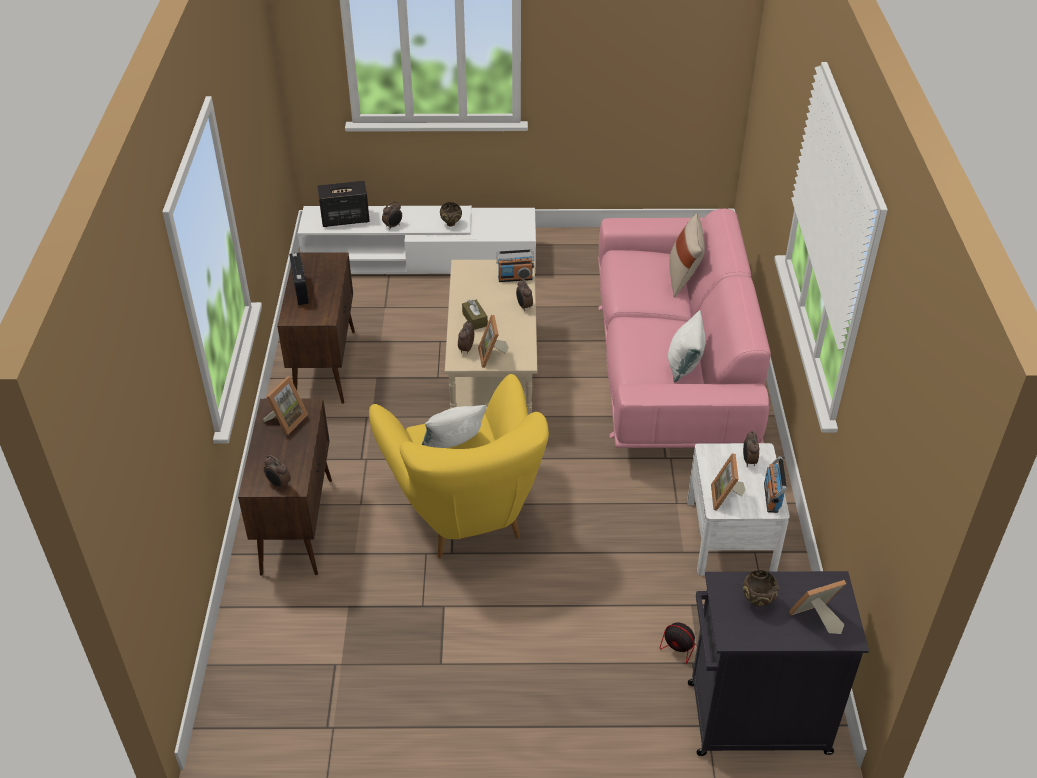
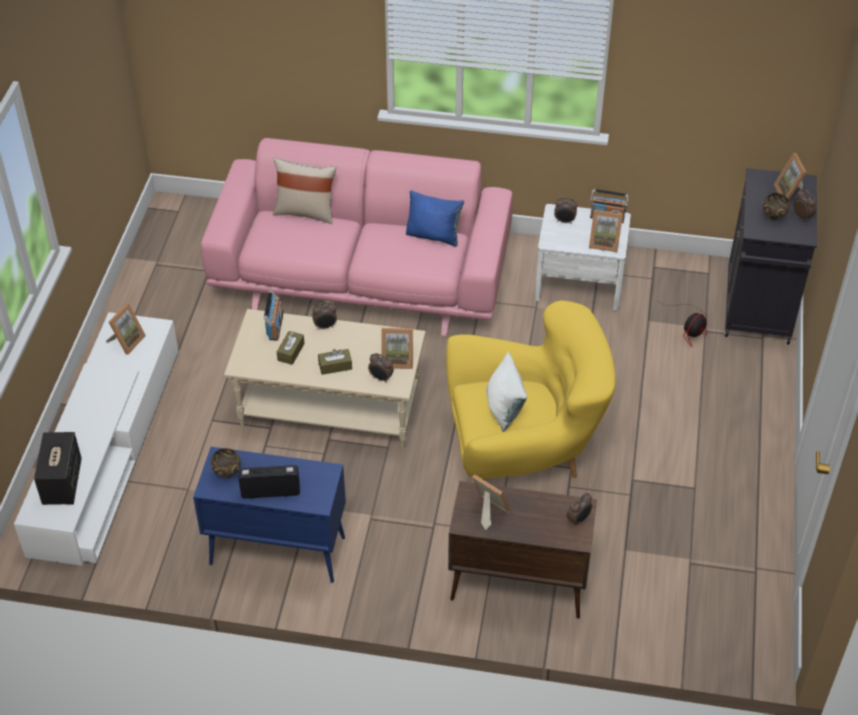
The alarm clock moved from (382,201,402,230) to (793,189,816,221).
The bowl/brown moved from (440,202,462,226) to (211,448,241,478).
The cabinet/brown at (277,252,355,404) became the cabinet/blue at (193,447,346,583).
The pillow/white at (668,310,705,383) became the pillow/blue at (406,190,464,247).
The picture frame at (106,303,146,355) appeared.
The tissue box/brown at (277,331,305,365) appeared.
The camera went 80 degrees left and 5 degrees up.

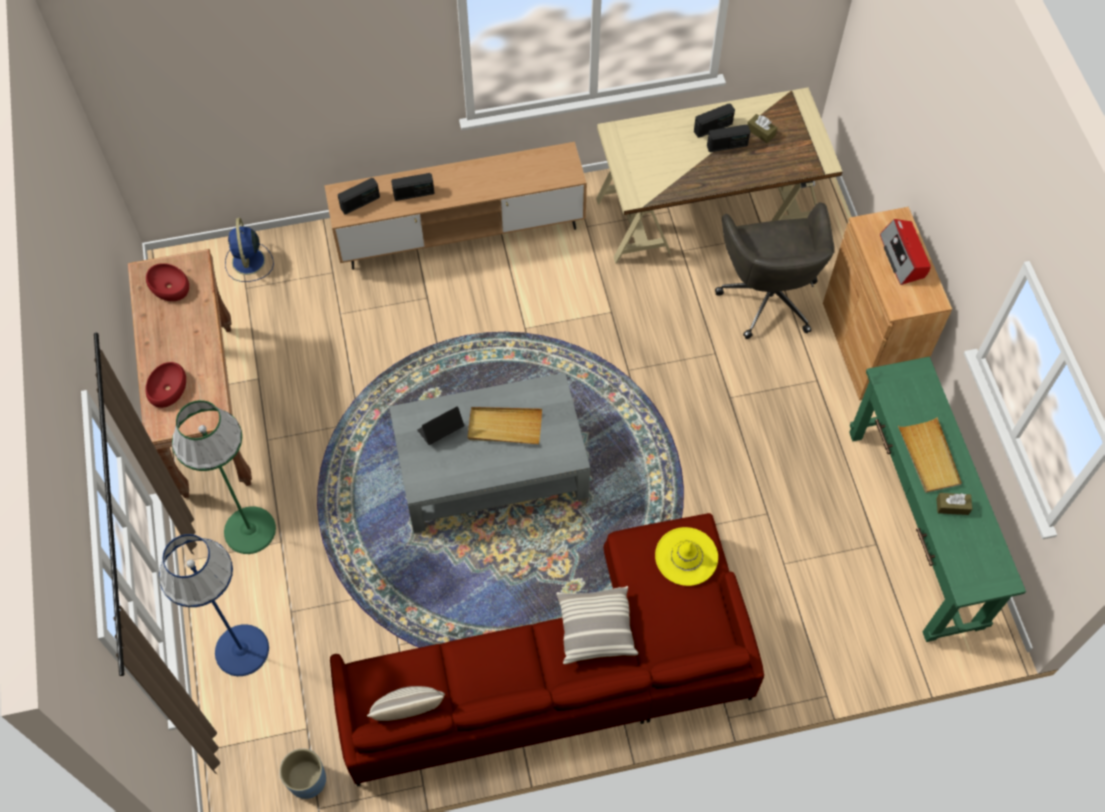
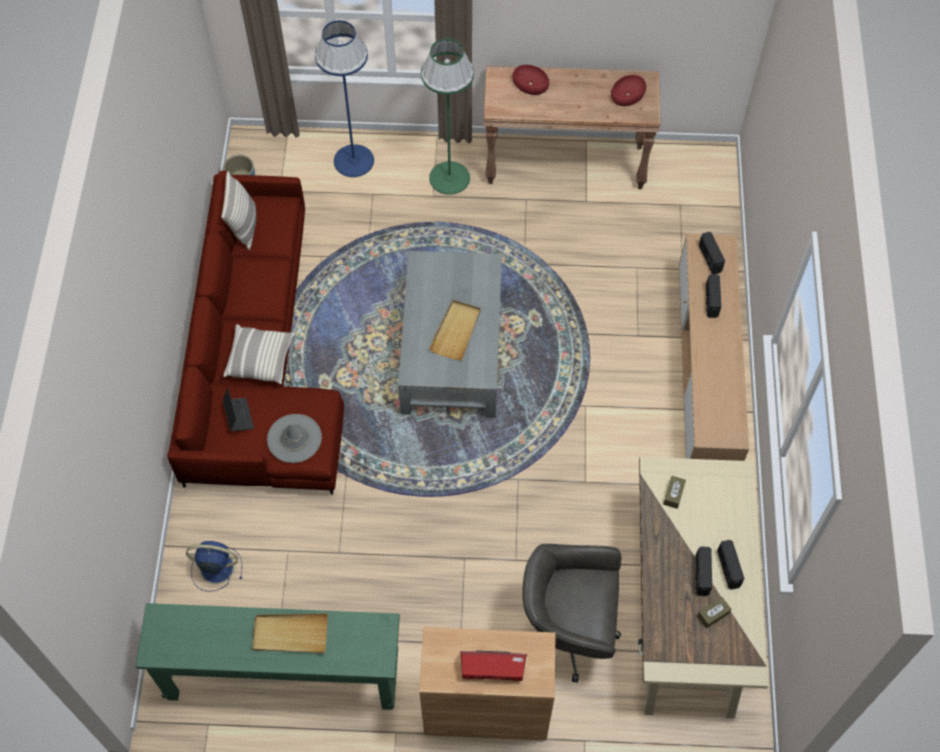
The fan/blue moved from (225,218,274,282) to (186,541,242,592).
The laptop moved from (417,406,464,445) to (222,387,254,431).
The tissue box/brown moved from (936,493,972,515) to (663,476,686,509).
The hat/yellow at (655,527,718,586) became the hat/grey at (267,414,322,463).
The camera went 105 degrees right and 0 degrees up.

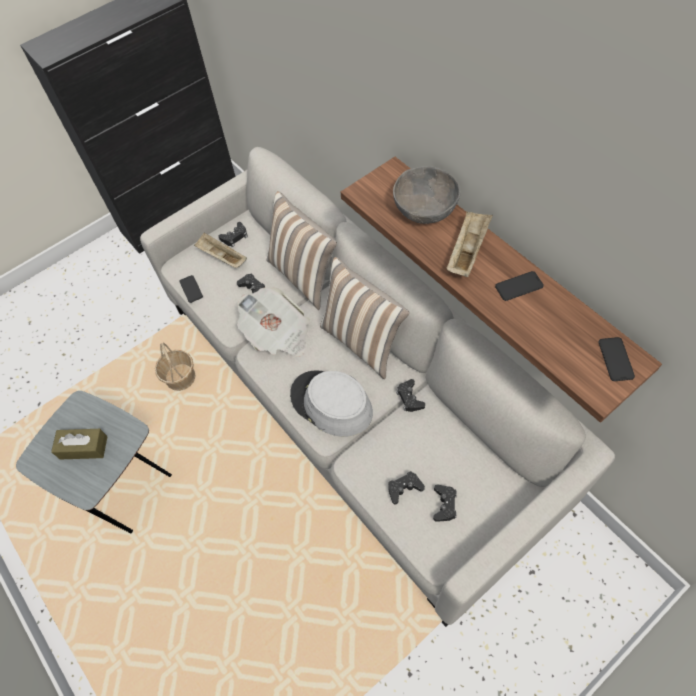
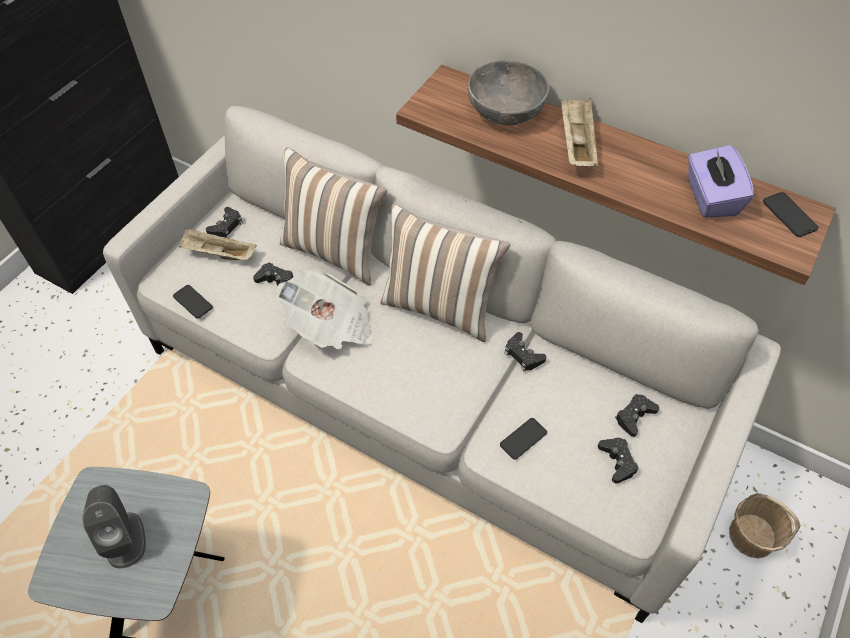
The phone moved from (495,271,544,301) to (500,418,547,460).
The basket moved from (155,342,196,391) to (729,493,801,558).
The hat/grey at (290,370,373,437) disappeared.
The tissue box/brown at (51,429,108,459) was replaced by the speaker/grey at (82,485,146,569).
The game controller/black moved from (388,471,425,504) to (615,394,659,437).
The tissue box/purple at (688,145,754,218) appeared.
The camera went 25 degrees left and 5 degrees down.

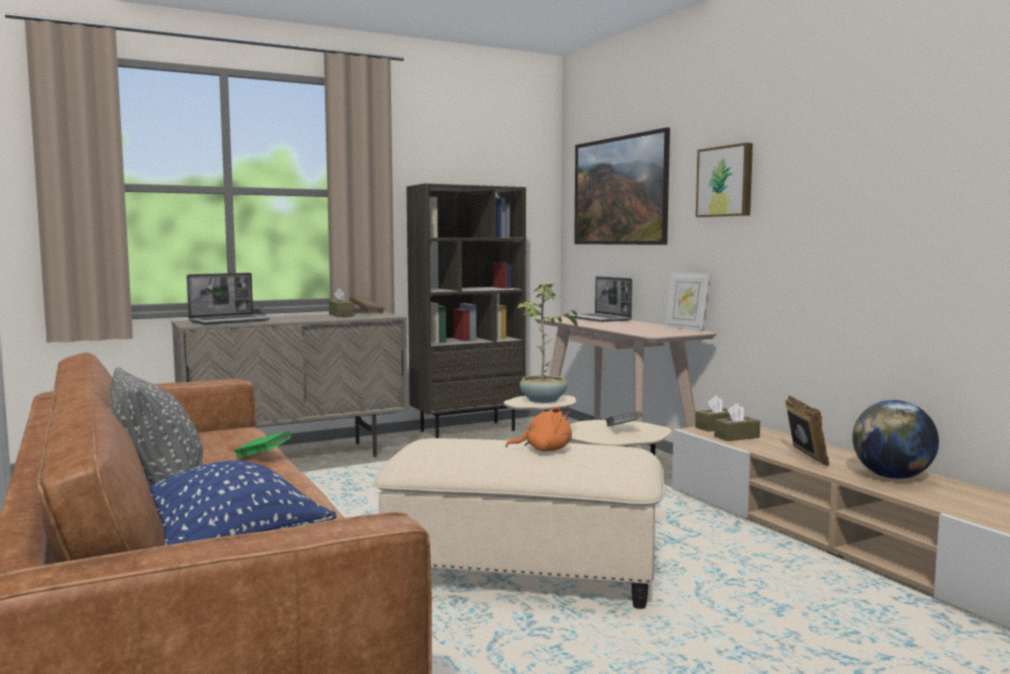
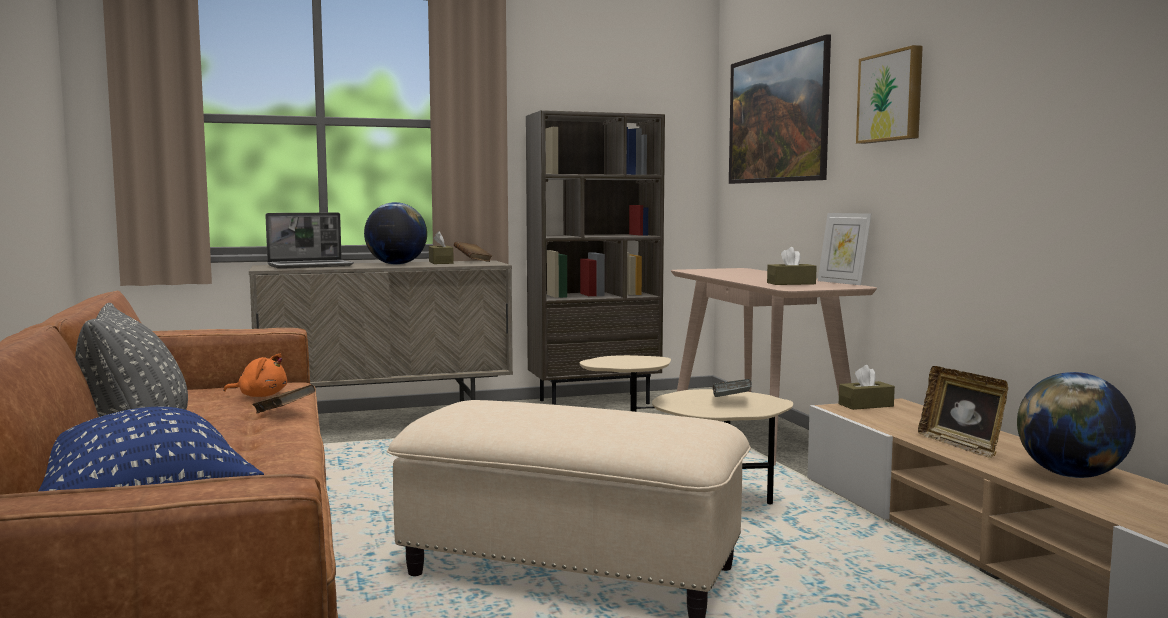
The laptop at (569,276,632,322) disappeared.
The potted plant at (517,282,583,403) disappeared.
The picture frame at (786,395,829,466) turned 150 degrees clockwise.
The tissue box/brown moved from (714,403,760,441) to (767,247,817,285).
The plush toy/orange moved from (506,406,572,452) to (224,354,287,397).
The book/green at (234,431,291,458) became the book/brown at (252,384,315,413).
The globe at (364,202,427,265) appeared.
The camera went 10 degrees right and 0 degrees up.

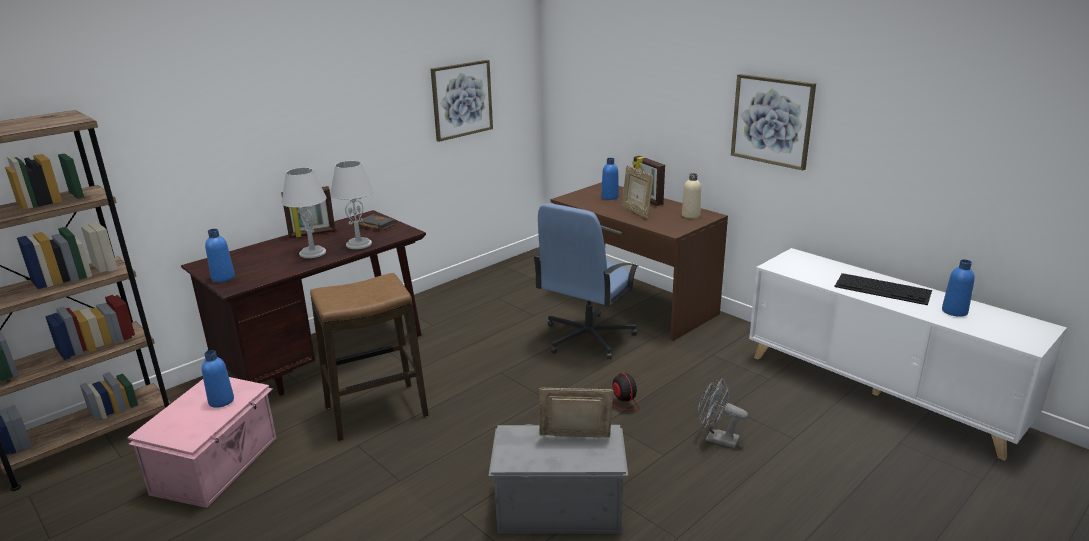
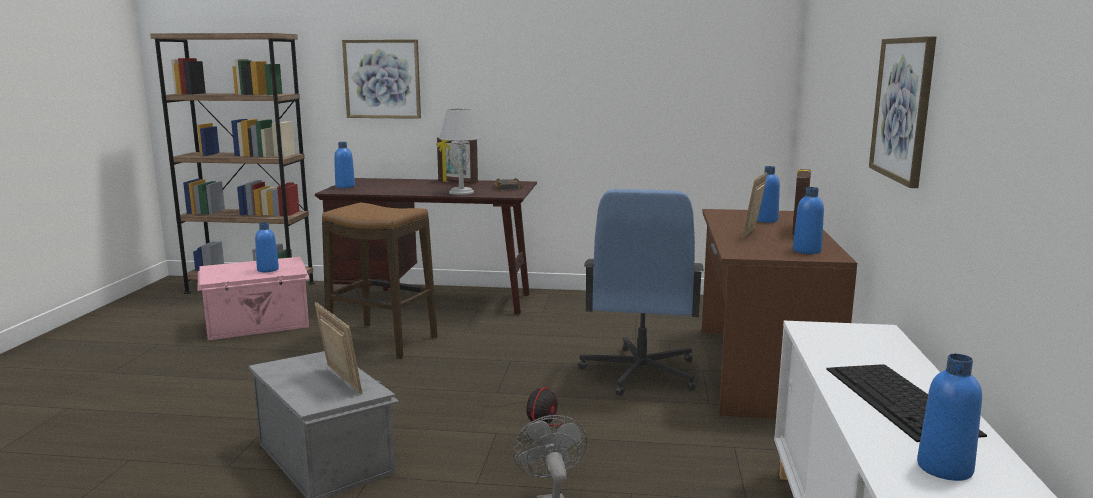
The picture moved from (431,60,493,142) to (342,40,421,119).
The table lamp/grey at (282,167,327,258) disappeared.
The bottle/beige at (682,173,701,218) became the bottle/blue at (793,187,824,254).
The office chair/blue at (533,203,638,359) turned 75 degrees counterclockwise.
The camera went 50 degrees right and 10 degrees down.

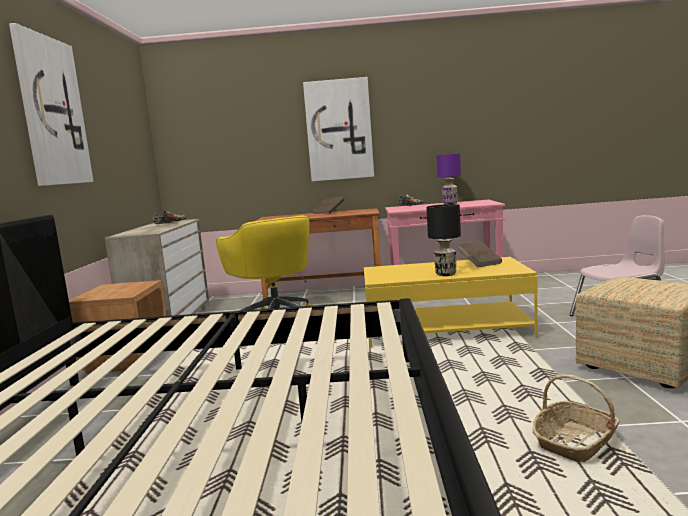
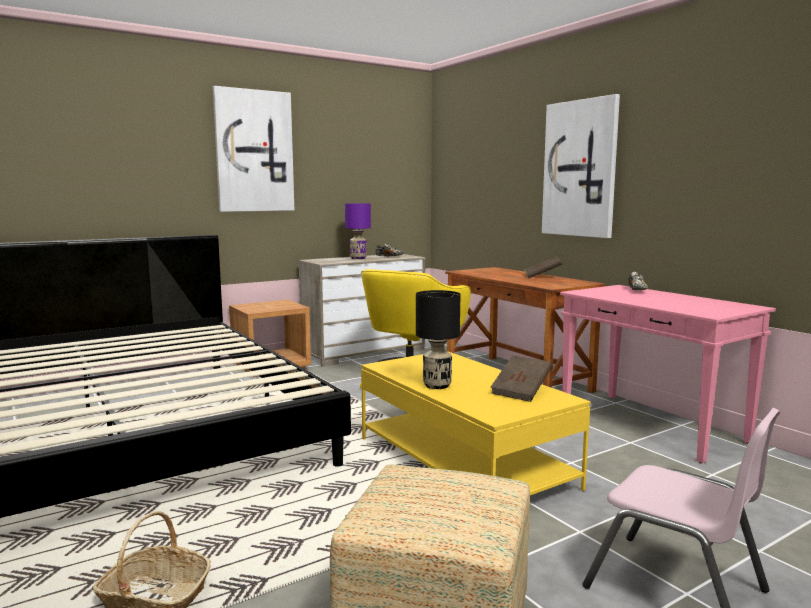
The table lamp/purple moved from (437,153,461,204) to (345,203,371,259).
The camera went 55 degrees right and 0 degrees up.

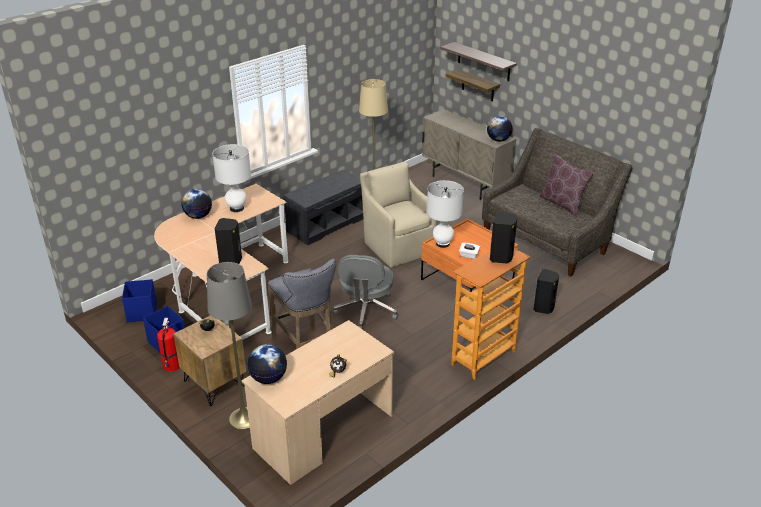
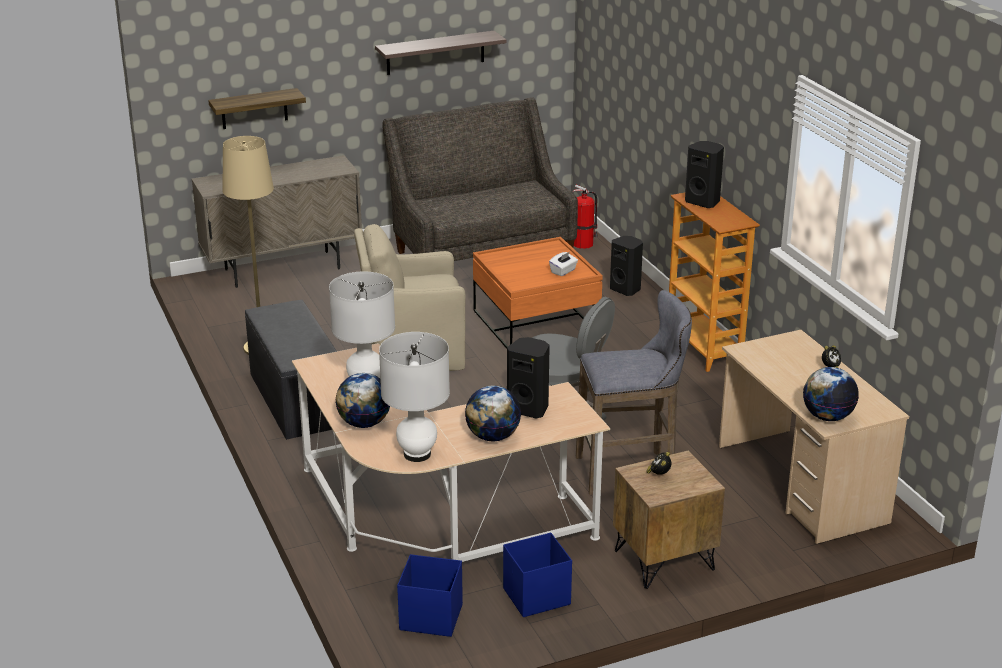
The shelf moved from (440,42,517,81) to (375,31,506,75).
The globe moved from (487,116,512,142) to (465,386,521,441).
The pillow/brown at (539,155,594,217) disappeared.
The table lamp/white moved from (427,180,464,248) to (379,332,450,462).
The floor lamp/grey at (207,262,252,430) disappeared.
The fire extinguisher moved from (157,318,180,371) to (573,185,598,249).
The camera went 70 degrees left and 5 degrees down.

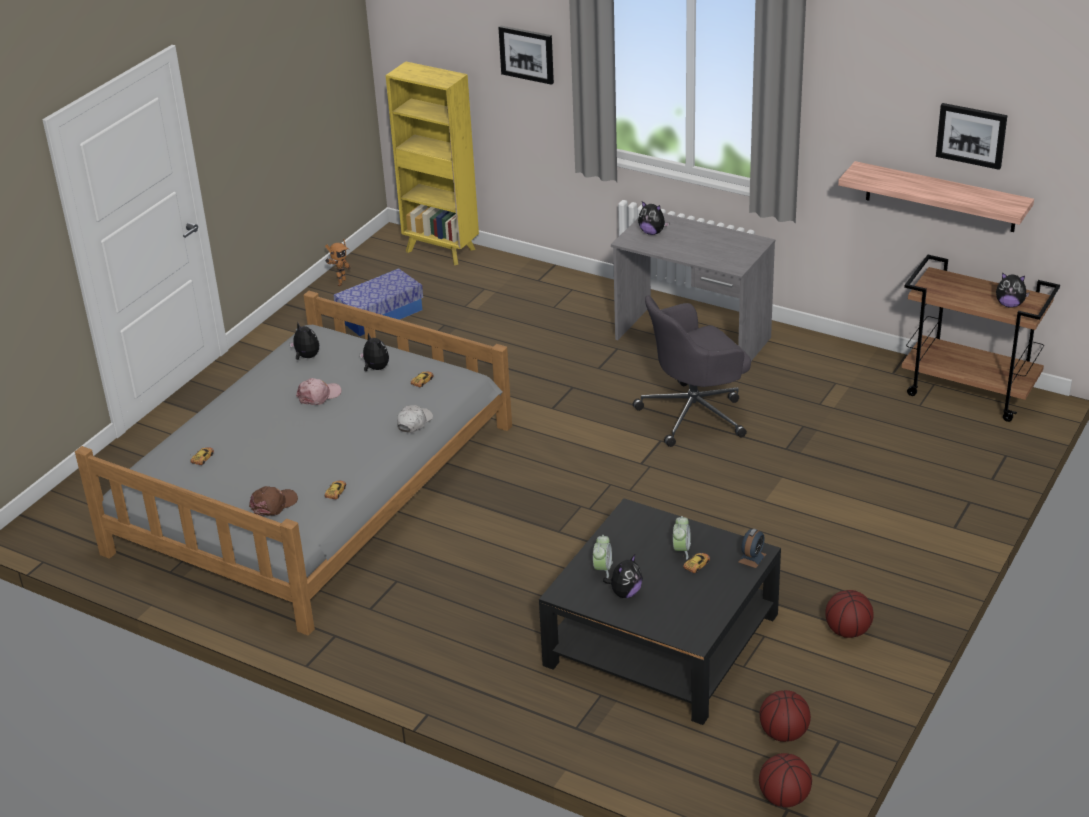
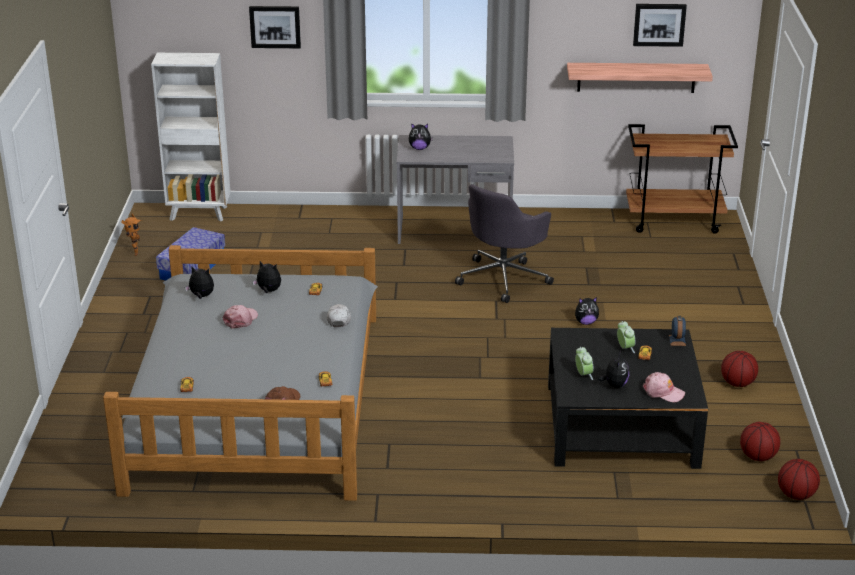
The bookcase/yellow at (386,62,479,265) became the bookcase/white at (151,53,231,221).
The plush toy moved from (996,272,1030,308) to (575,297,599,325).
The cap/pink at (643,372,685,402) appeared.
The camera went 30 degrees left and 5 degrees down.

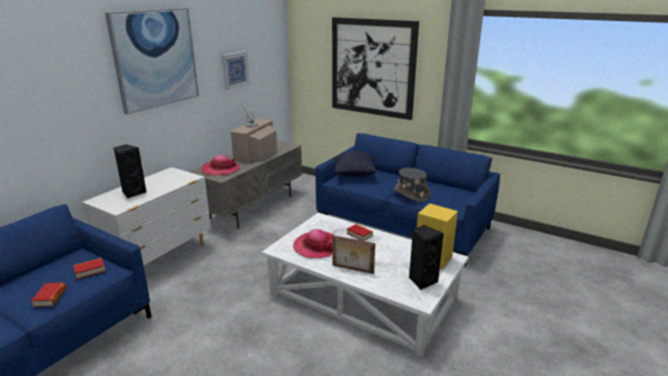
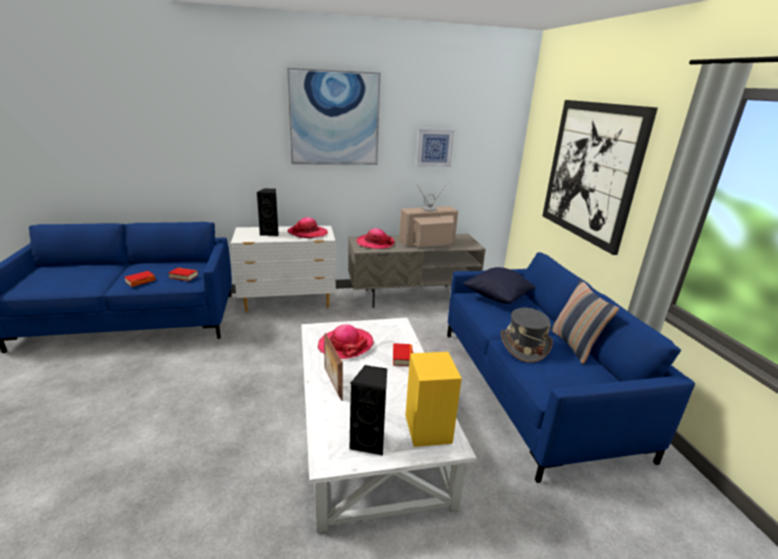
The hat at (288,217,328,238) appeared.
The pillow at (550,279,619,364) appeared.
The camera went 45 degrees right and 0 degrees up.

